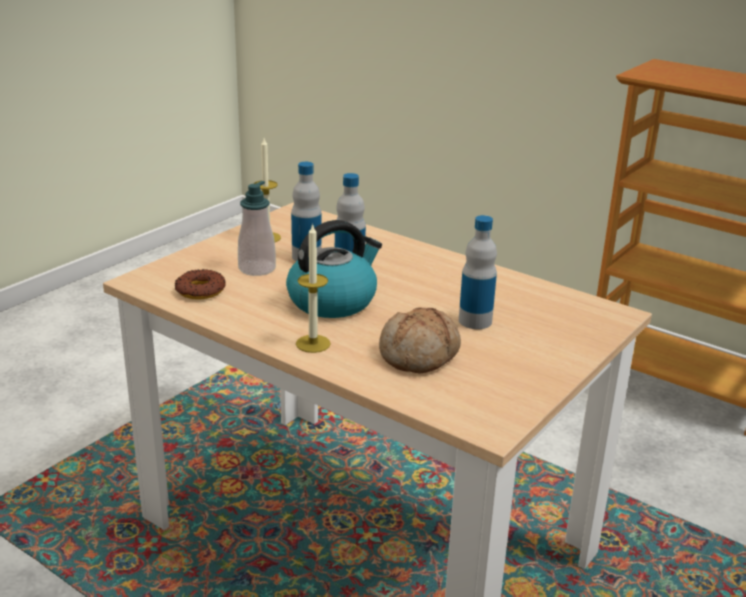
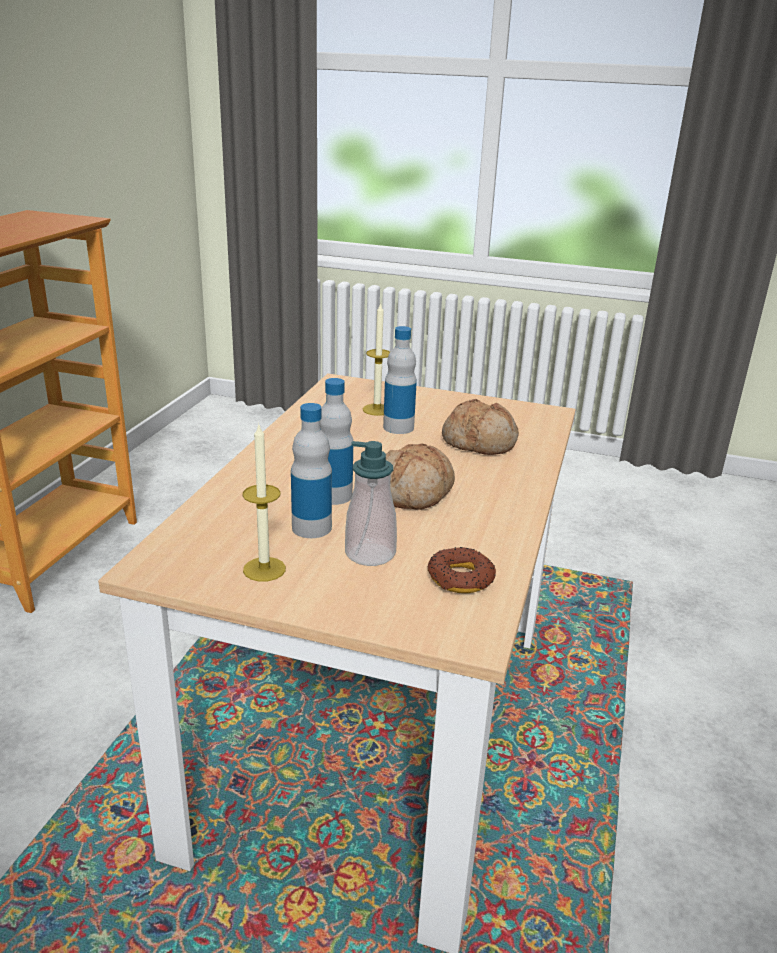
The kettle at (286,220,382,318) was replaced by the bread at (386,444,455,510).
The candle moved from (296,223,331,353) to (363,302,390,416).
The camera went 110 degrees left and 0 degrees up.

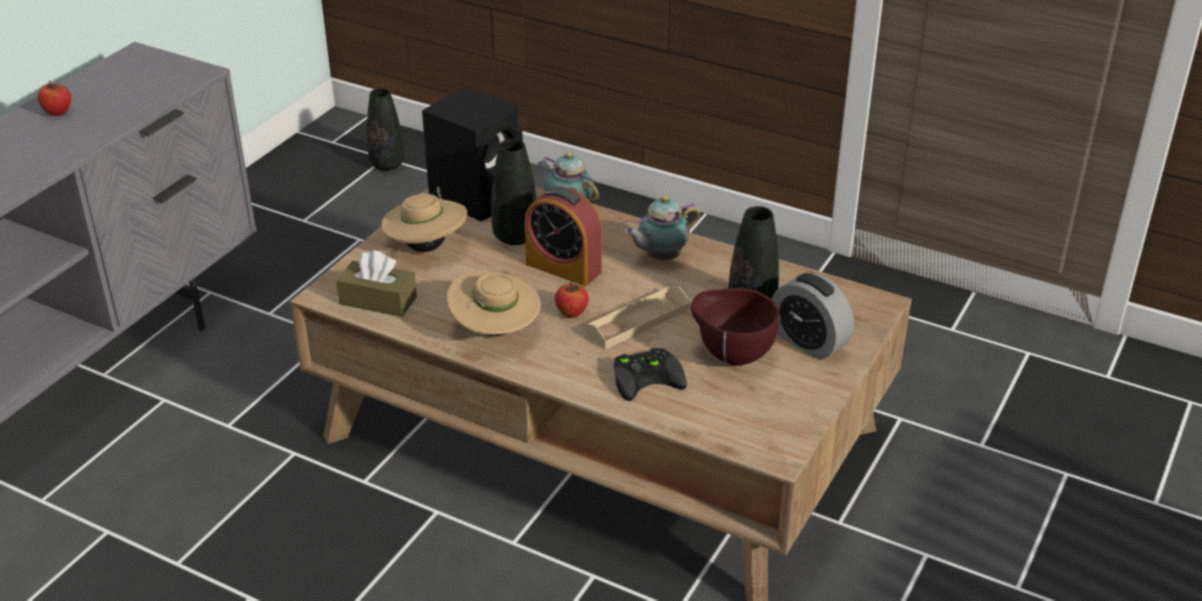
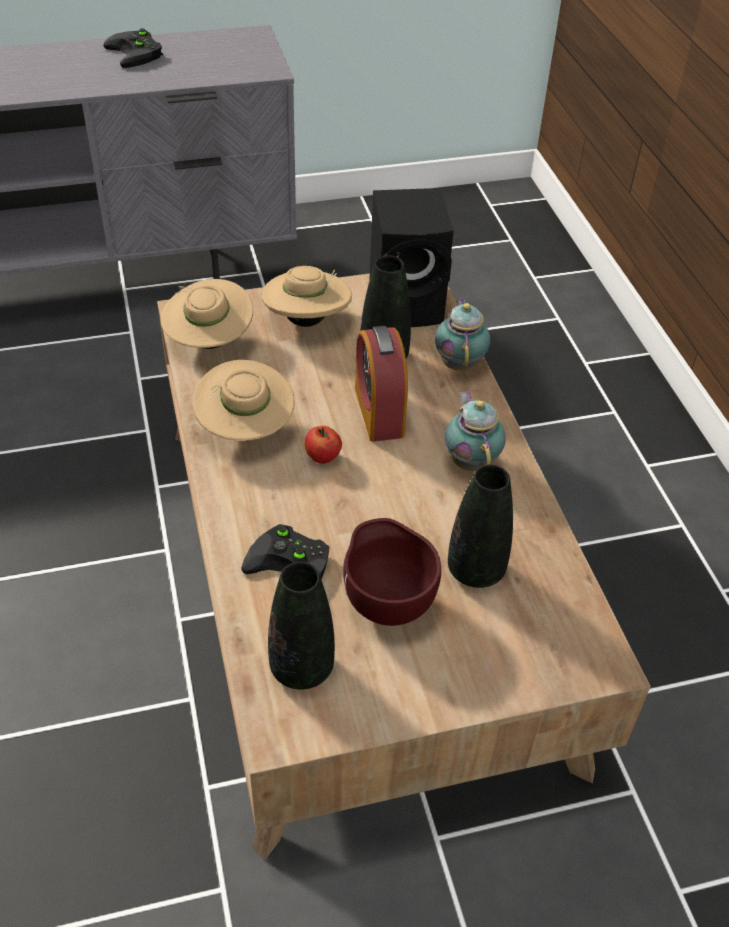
The apple at (38,80,71,116) was replaced by the game controller/black at (104,28,163,68).
The vase/black moved from (367,88,404,171) to (268,562,335,690).
The teapot at (624,195,700,260) turned 60 degrees clockwise.
The tissue box/brown at (336,250,417,317) was replaced by the hat/beige at (160,279,253,349).
The alarm clock at (772,273,854,360) disappeared.
The tray/beige at (585,285,690,350) disappeared.
The camera went 45 degrees right and 10 degrees up.

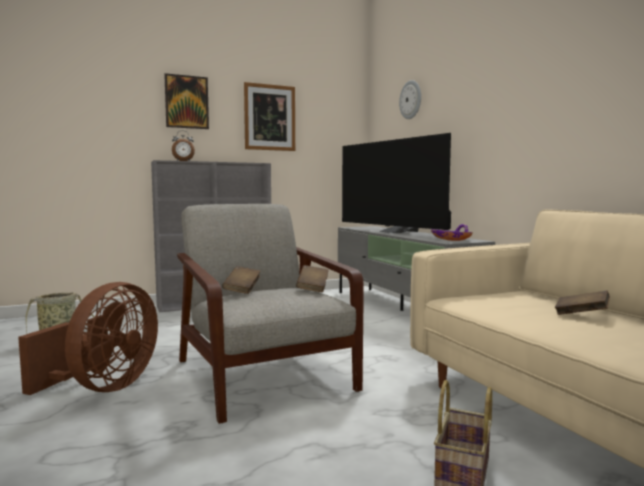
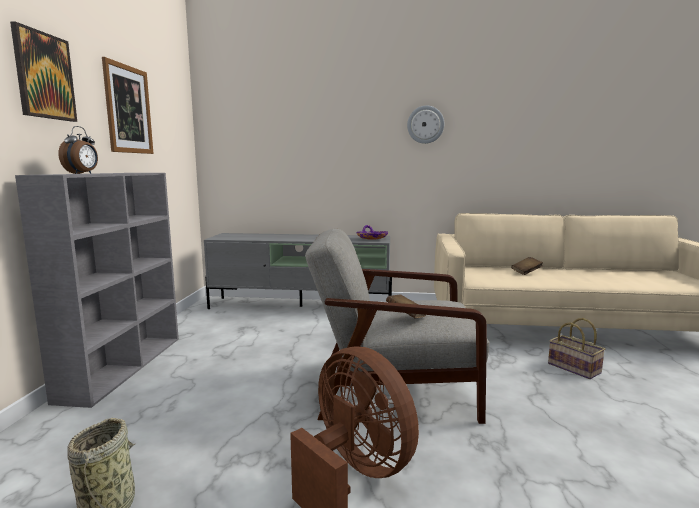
The wall clock moved from (399,80,421,119) to (407,105,444,144).
The television at (342,133,451,233) disappeared.
The book/brown at (296,265,329,292) disappeared.
The camera went 60 degrees left and 5 degrees up.

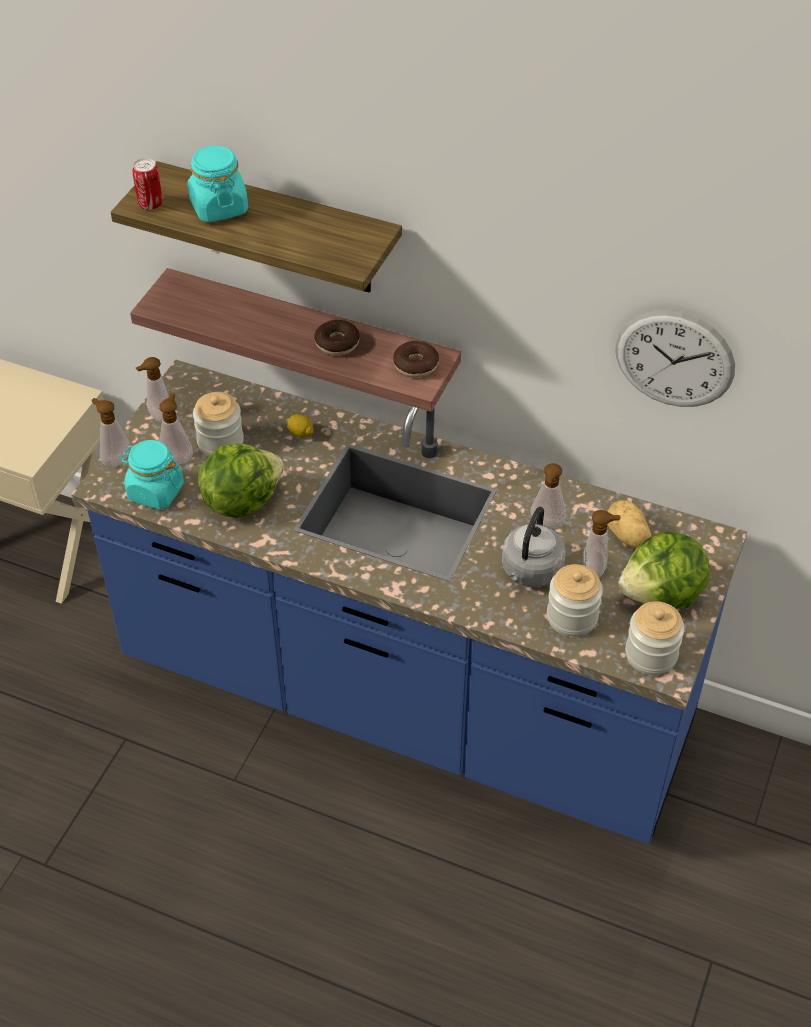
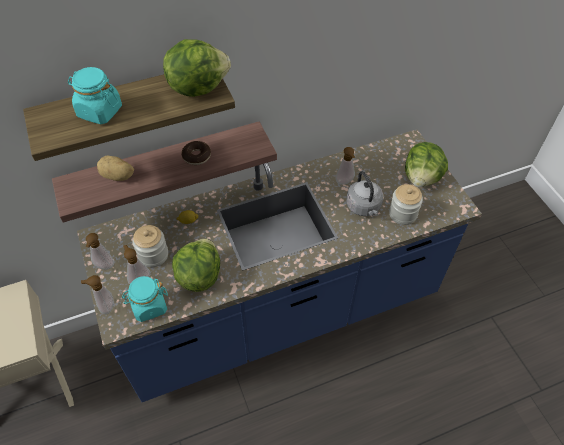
The can at (133,158,162,210) disappeared.
The wall clock at (616,310,735,407) disappeared.
The donut at (393,341,439,377) disappeared.
The potato moved from (607,500,651,547) to (97,156,134,181).
The soap dispenser at (582,510,621,578) disappeared.
The jar at (625,601,685,675) disappeared.
The lettuce at (163,39,231,97) appeared.
The camera went 45 degrees left and 5 degrees up.

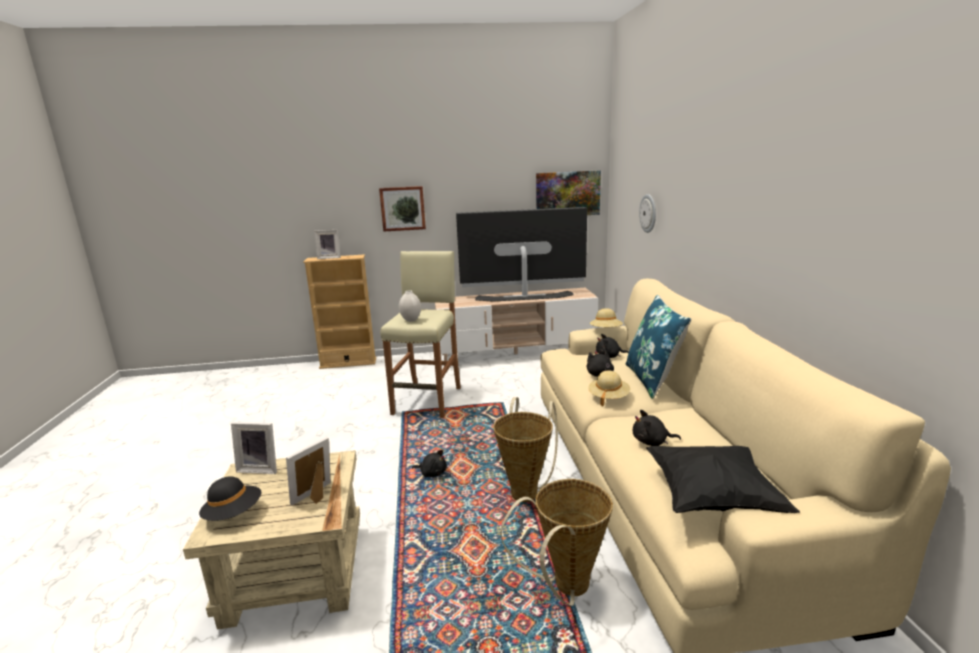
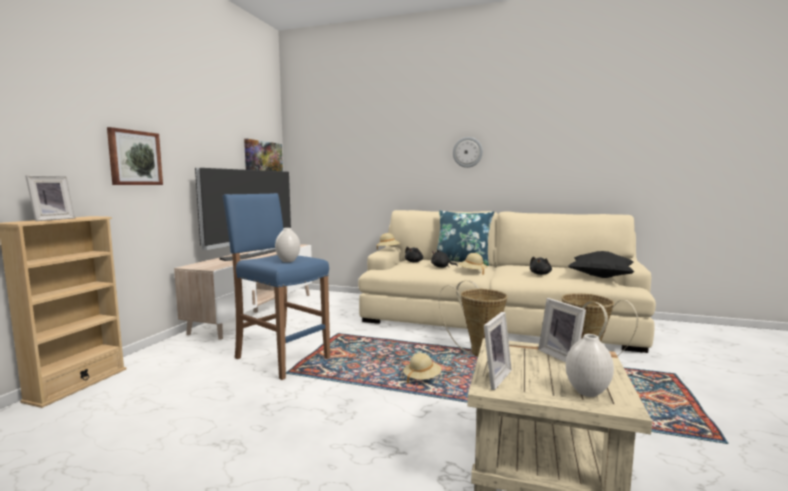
The wall clock moved from (639,194,656,233) to (453,137,483,168).
The stool/beige at (380,251,461,418) became the stool/blue at (223,193,330,380).
The plush toy/black at (412,450,447,477) was replaced by the hat/beige at (403,353,441,384).
The hat/black at (199,476,261,521) was replaced by the vase/white at (566,334,614,397).
The camera went 65 degrees left and 10 degrees down.

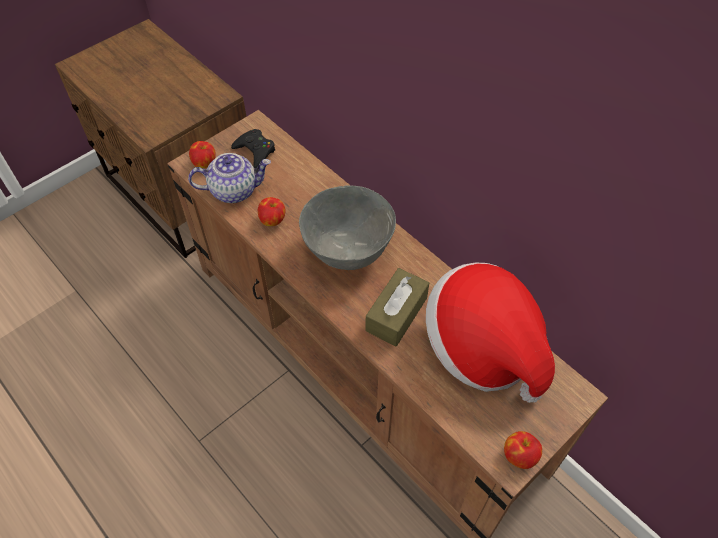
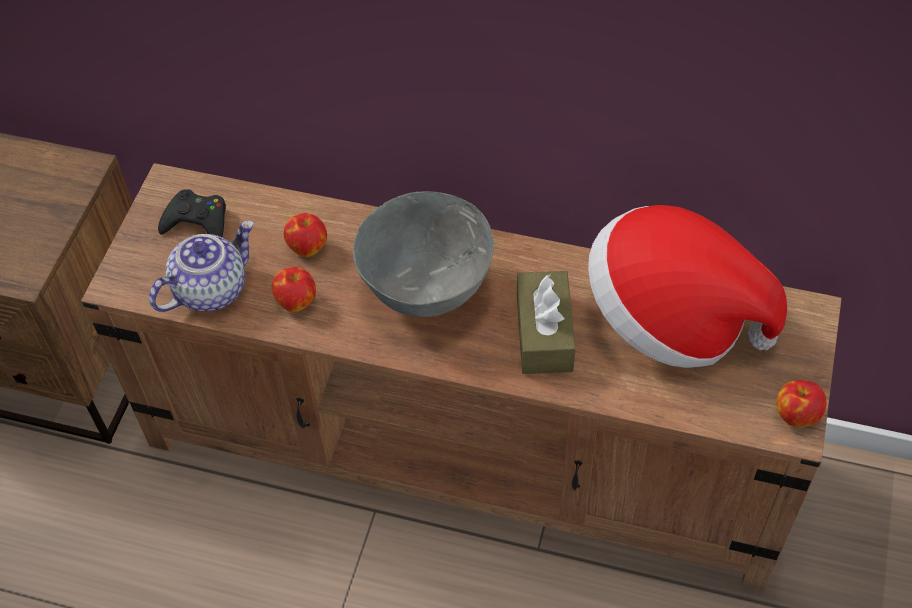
The apple moved from (189,141,216,169) to (284,213,327,257).
The camera went 30 degrees left and 0 degrees up.

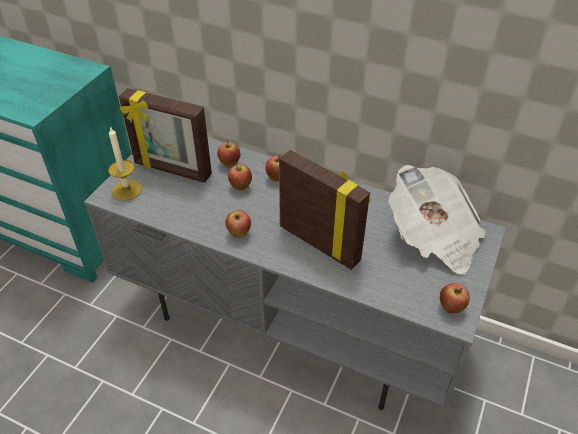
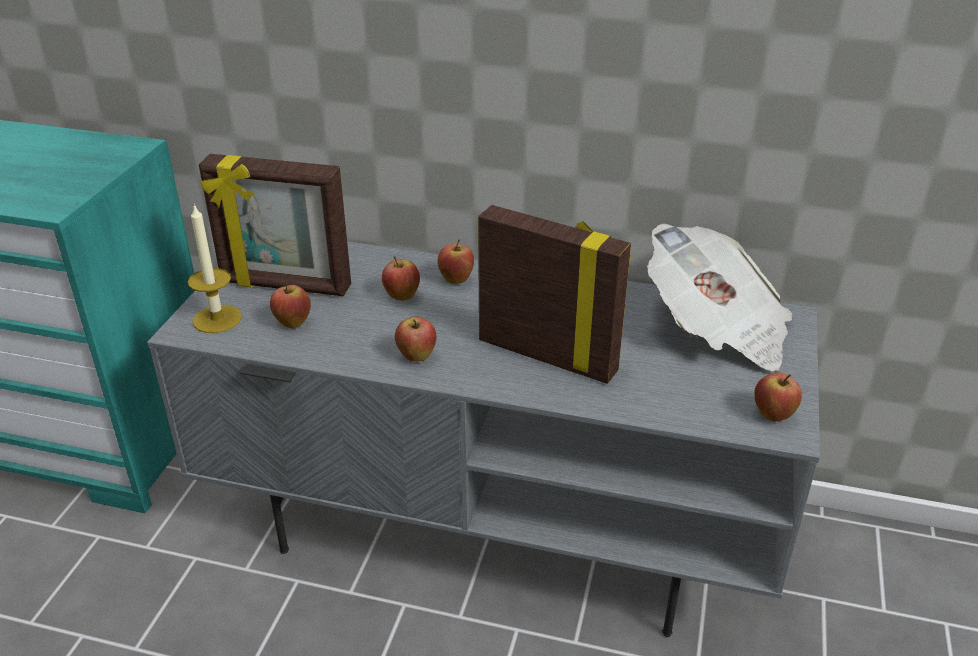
The apple moved from (217,140,241,167) to (270,280,311,329).
The camera went 10 degrees left and 10 degrees down.

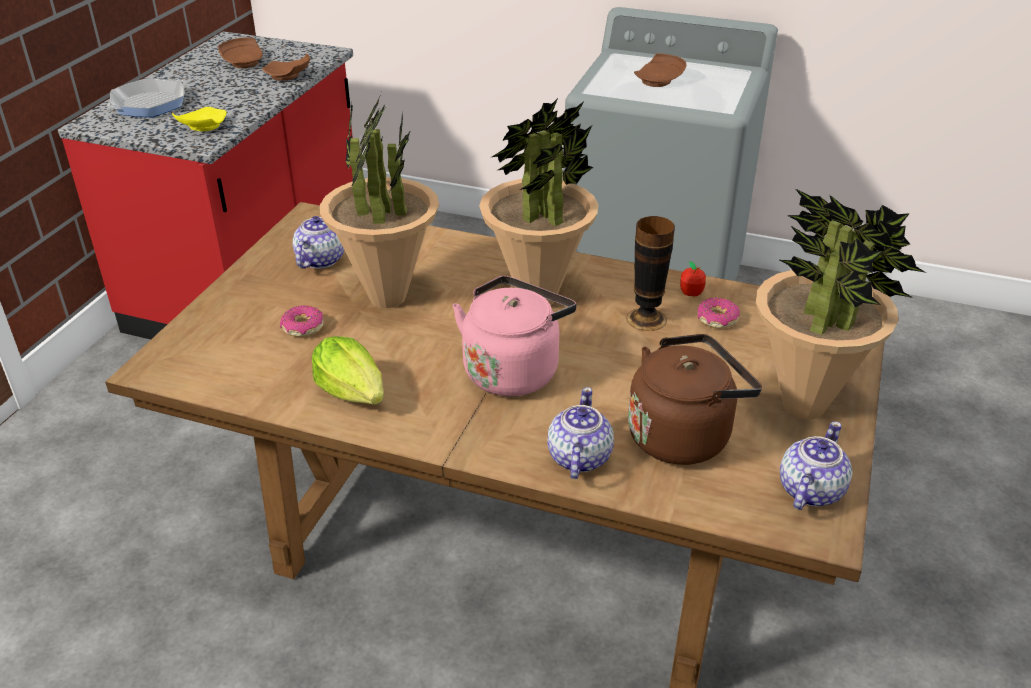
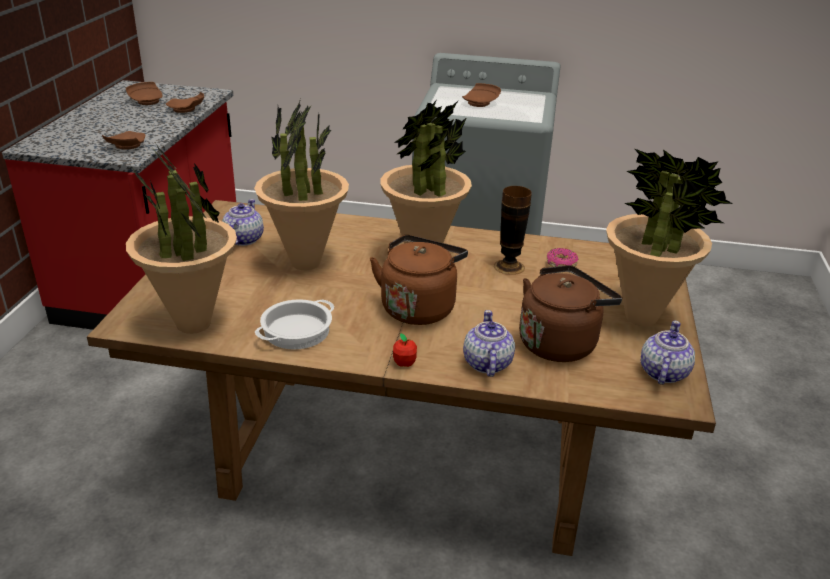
The frying pan at (107,79,187,117) disappeared.
The plate/yellow at (172,107,227,131) became the plate/brown at (102,131,145,150).
The apple moved from (680,261,706,297) to (393,333,417,367).
The kettle/pink at (452,276,576,396) became the kettle/brown at (370,235,468,325).
The donut at (280,305,324,337) disappeared.
The lettuce at (312,336,384,405) was replaced by the cooking pot at (255,299,334,349).
The potted plant at (126,144,237,334) appeared.
The camera went 10 degrees left and 5 degrees down.

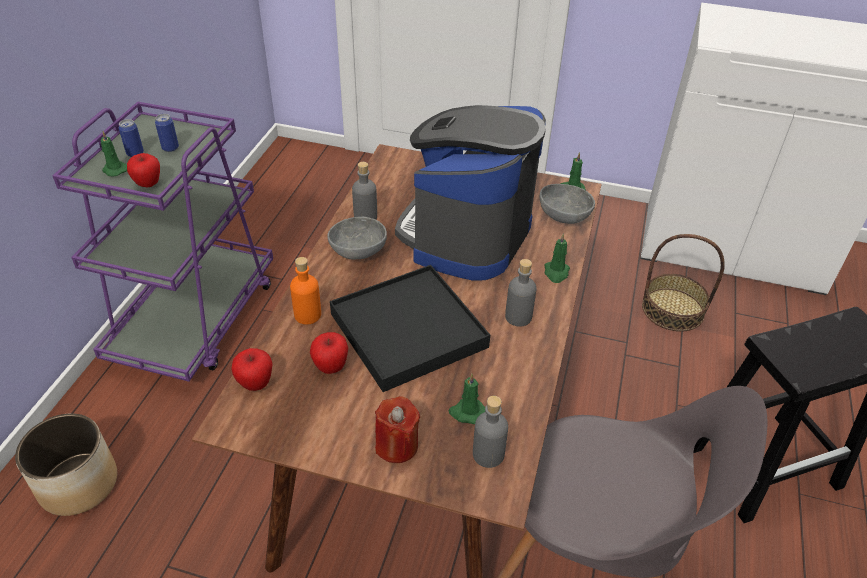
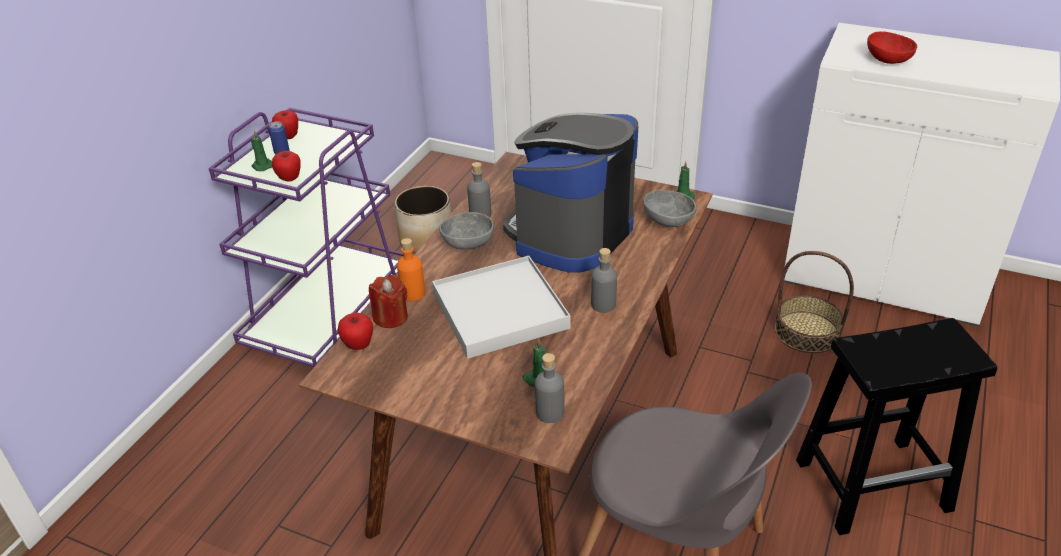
The can at (155,114,179,152) disappeared.
The candle/green at (545,233,570,283) disappeared.
The tray/black at (330,265,490,392) became the tray/white at (432,256,570,359).
The apple moved from (310,332,348,374) to (272,110,298,139).
The candle/red moved from (375,396,420,463) to (369,275,408,328).
The planter moved from (15,413,117,516) to (395,186,451,253).
The bowl/red at (867,32,917,64) appeared.
The camera went 10 degrees right and 5 degrees down.

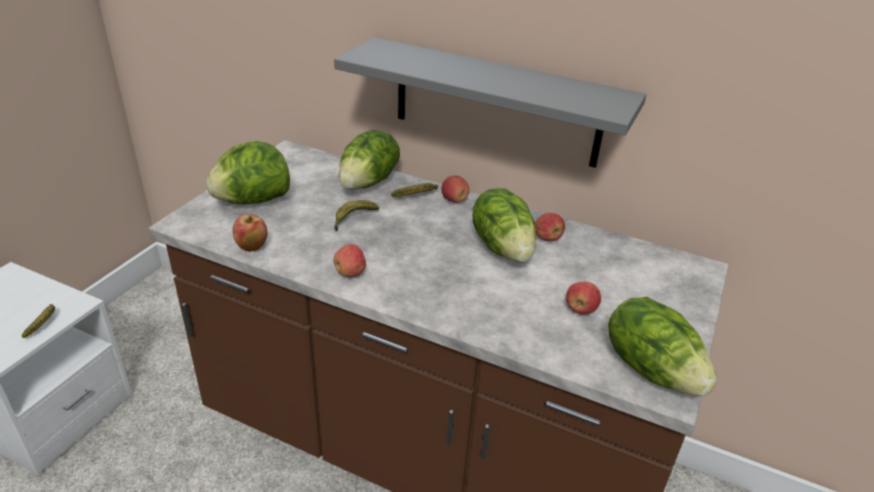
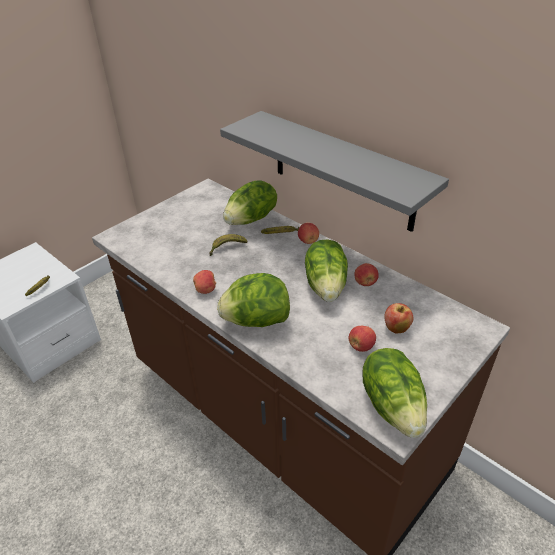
The lettuce moved from (206,141,290,205) to (217,273,290,327).
The apple moved from (233,214,267,252) to (384,303,413,334).
The camera went 20 degrees right and 5 degrees up.

